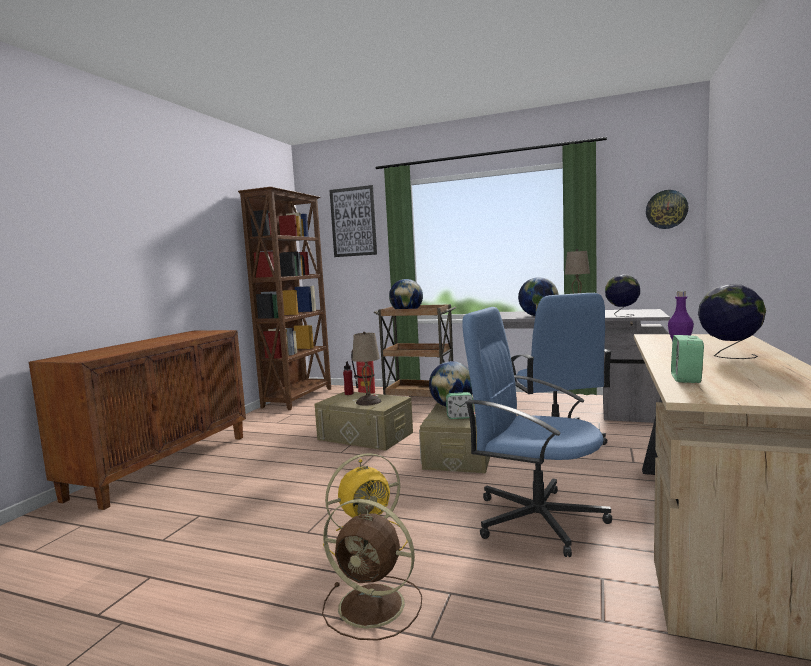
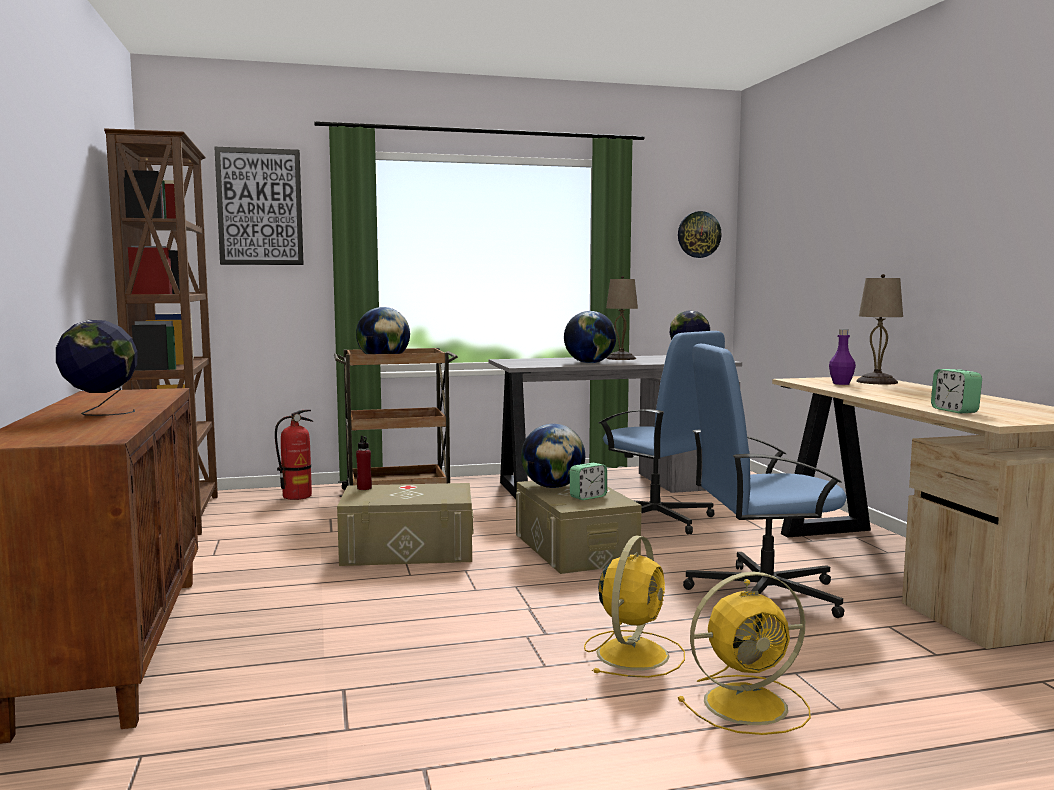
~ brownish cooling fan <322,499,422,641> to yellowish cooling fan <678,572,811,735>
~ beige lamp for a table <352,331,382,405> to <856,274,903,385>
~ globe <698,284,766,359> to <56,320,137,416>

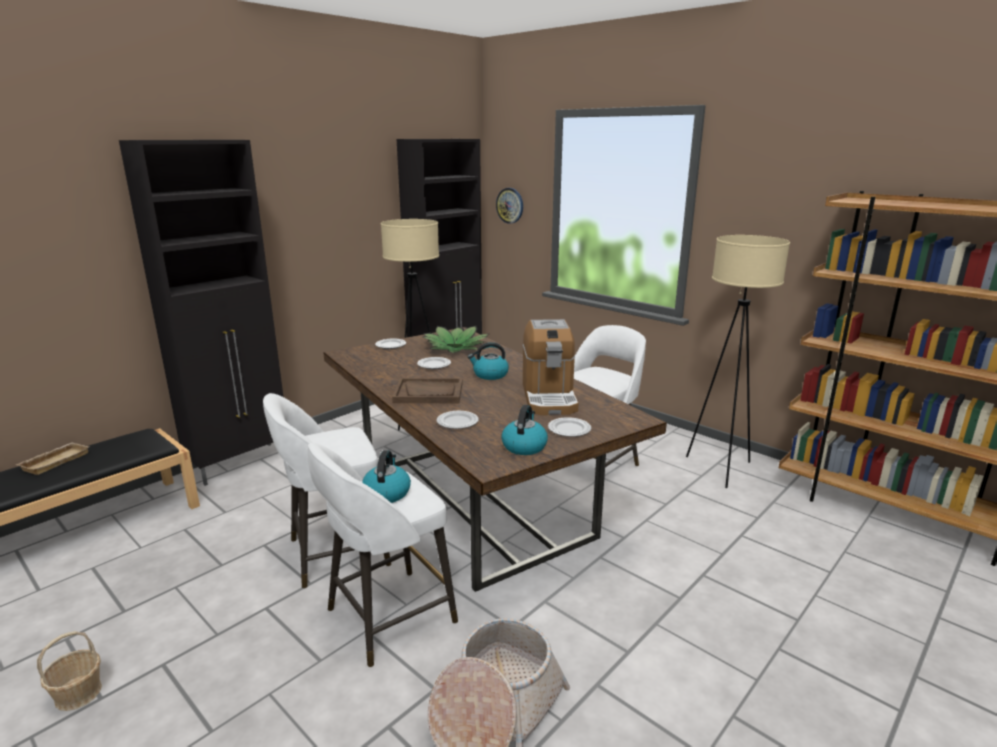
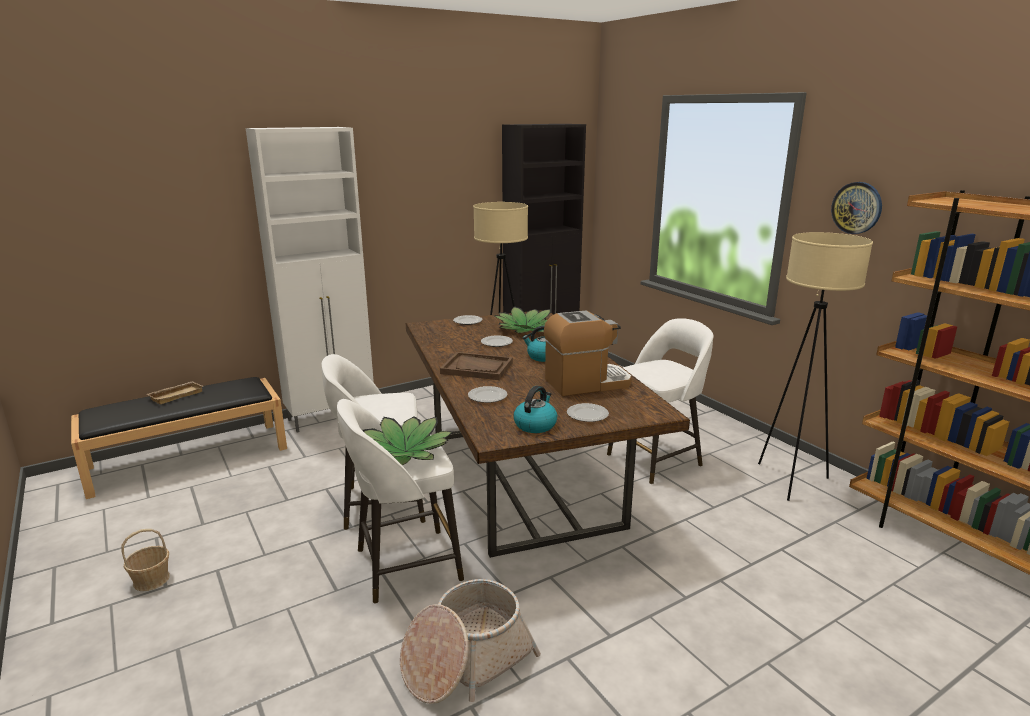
~ black-coloured cabinet <119,140,283,486> to white-coloured cabinet <246,127,374,433>
~ tea kettle <362,450,411,503> to potted plant <363,416,453,465>
~ wall clock <496,188,523,224> to <831,182,882,234>
~ coffee machine <523,319,579,415> = <544,310,632,396> 120 degrees counterclockwise

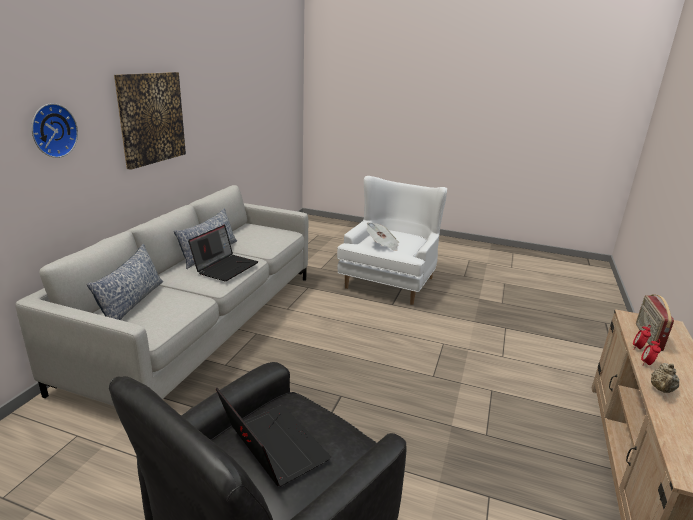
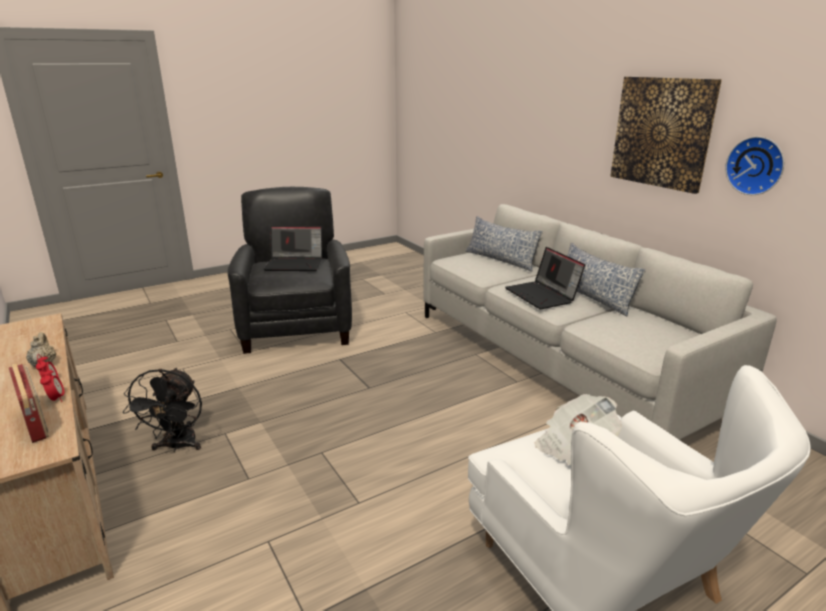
~ wall clock <32,103,78,158> to <725,136,784,195>
+ black-coloured cooling fan <123,368,202,452>

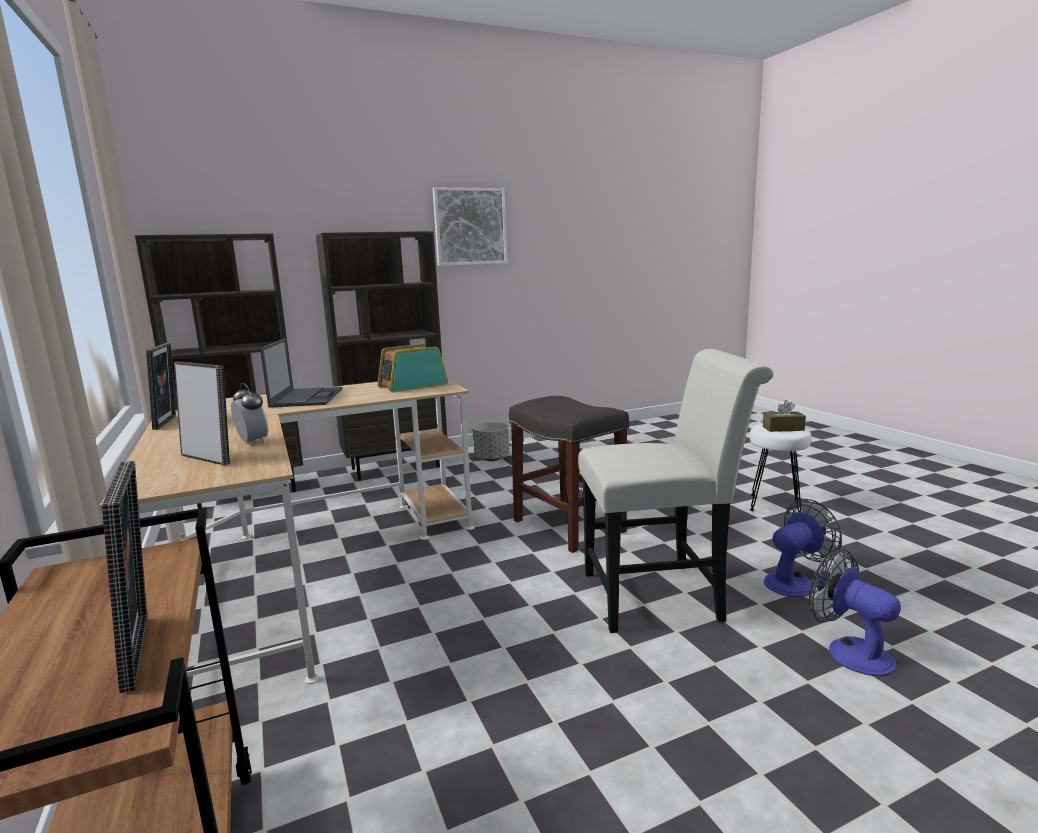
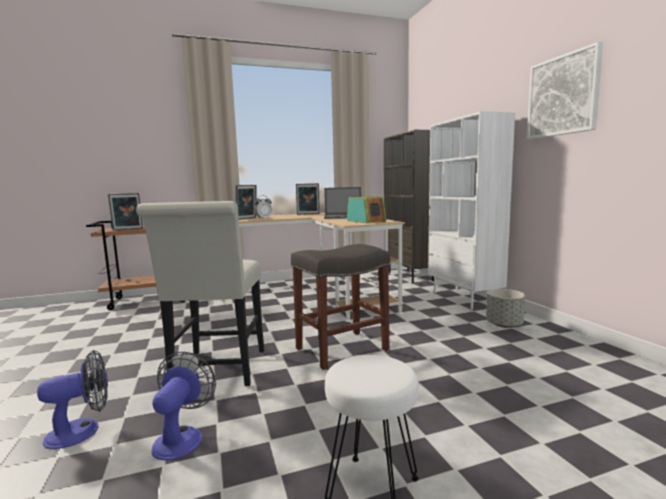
~ brownish bookshelf <316,231,447,481> to white-coloured bookshelf <428,111,515,310>
- brownish tissue holder <763,400,806,432>
~ cooling fan <764,499,842,597> = <151,352,216,461> 150 degrees counterclockwise

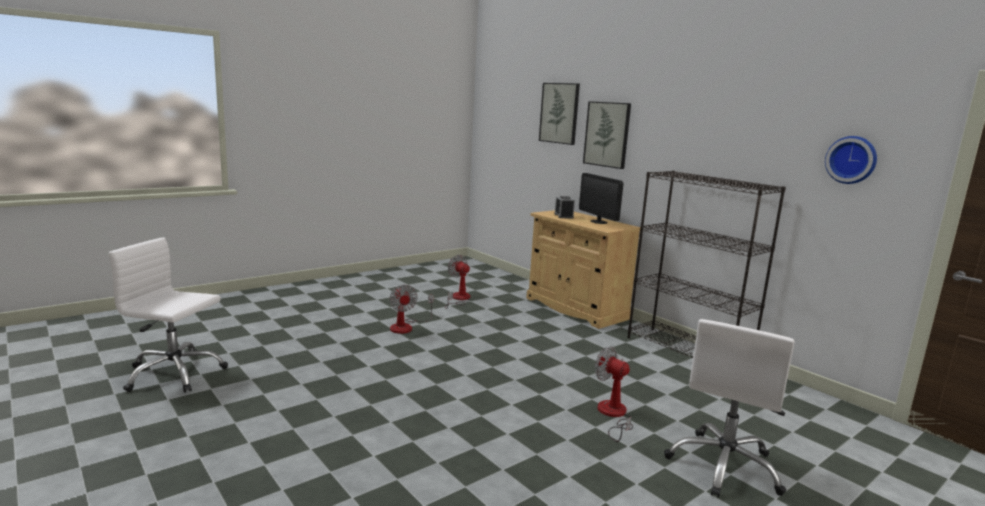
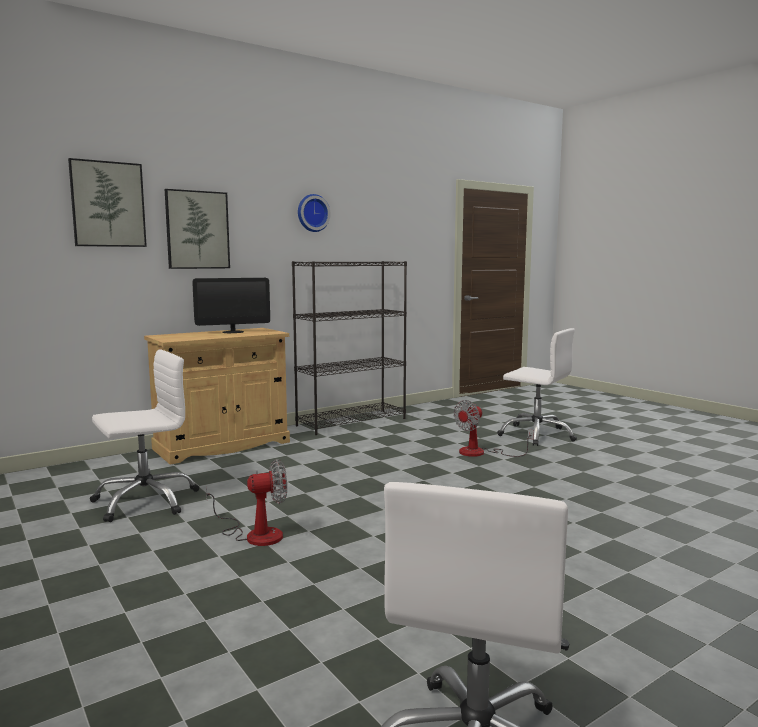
~ cooling fan <445,255,470,309> to white-coloured office chair <90,349,199,522>
- alarm clock <554,196,575,218>
~ wall clock <825,136,877,184> to <298,194,330,232>

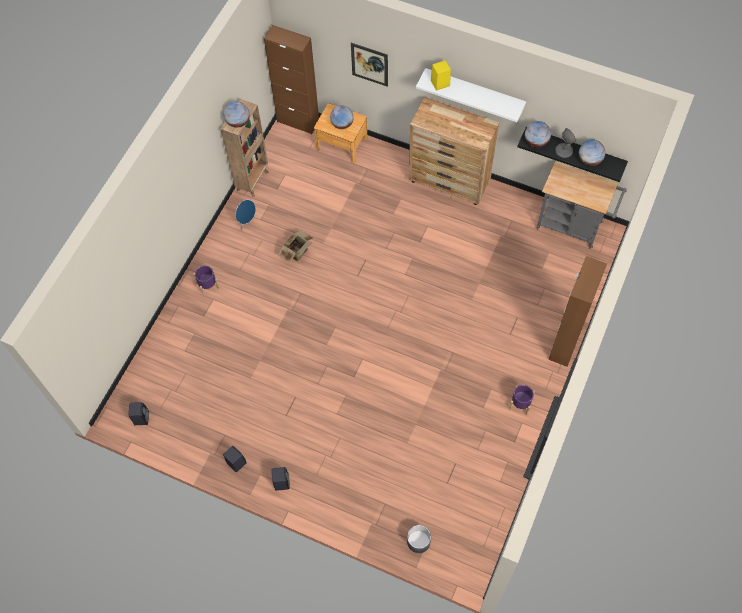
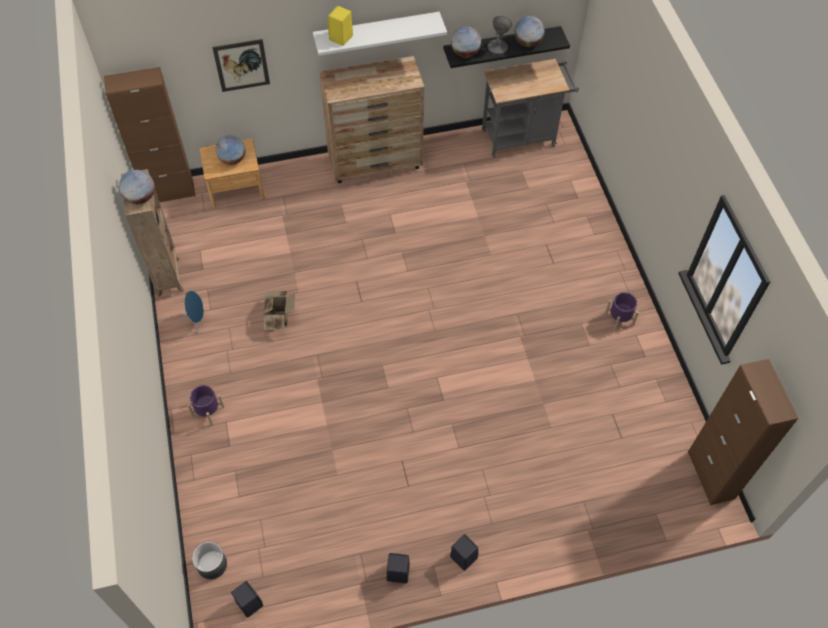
~ gray plant pot <407,525,431,553> to <192,542,227,580>
~ brownish cabinet <548,256,607,367> to <688,359,798,505>

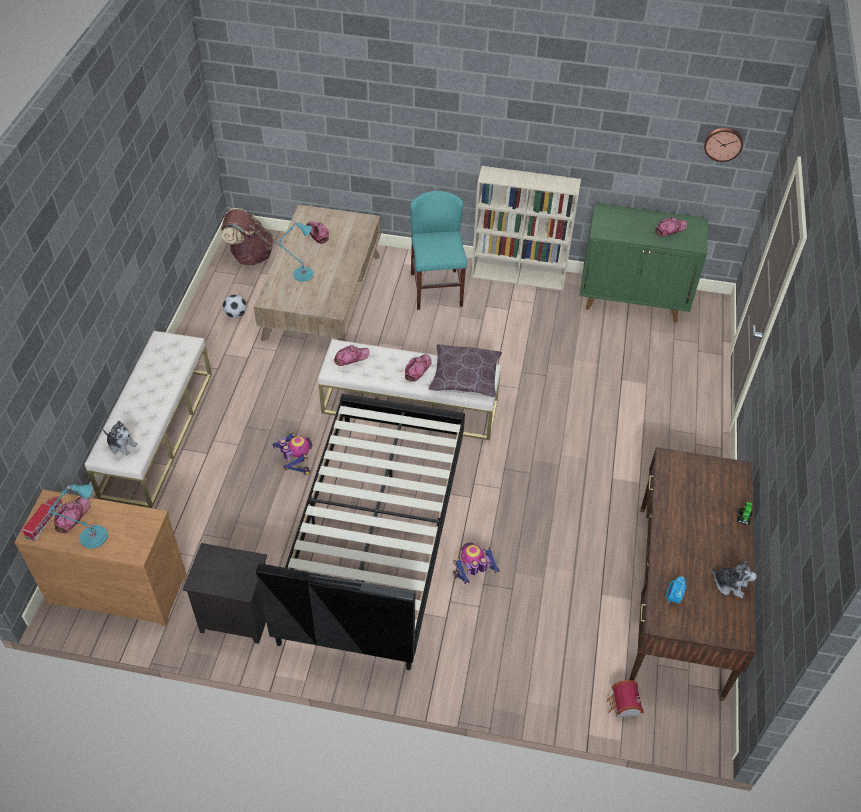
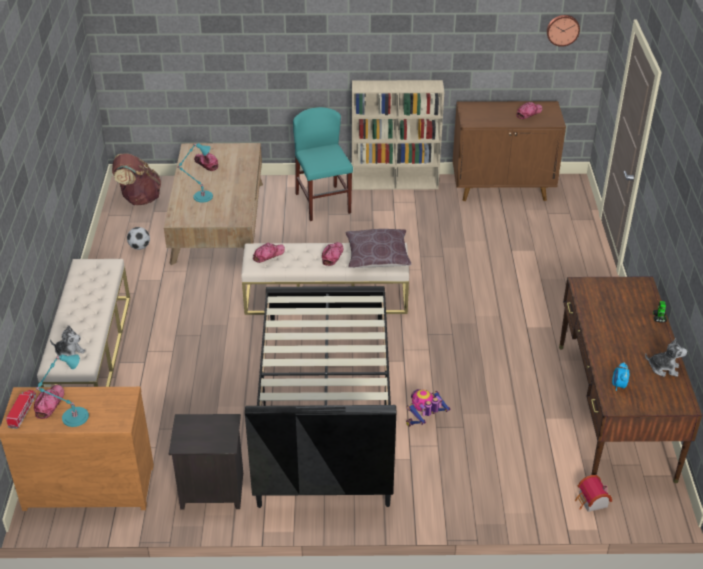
- model robot <272,432,312,475>
~ greenish cabinet <579,203,708,323> to brownish cabinet <453,101,566,201>

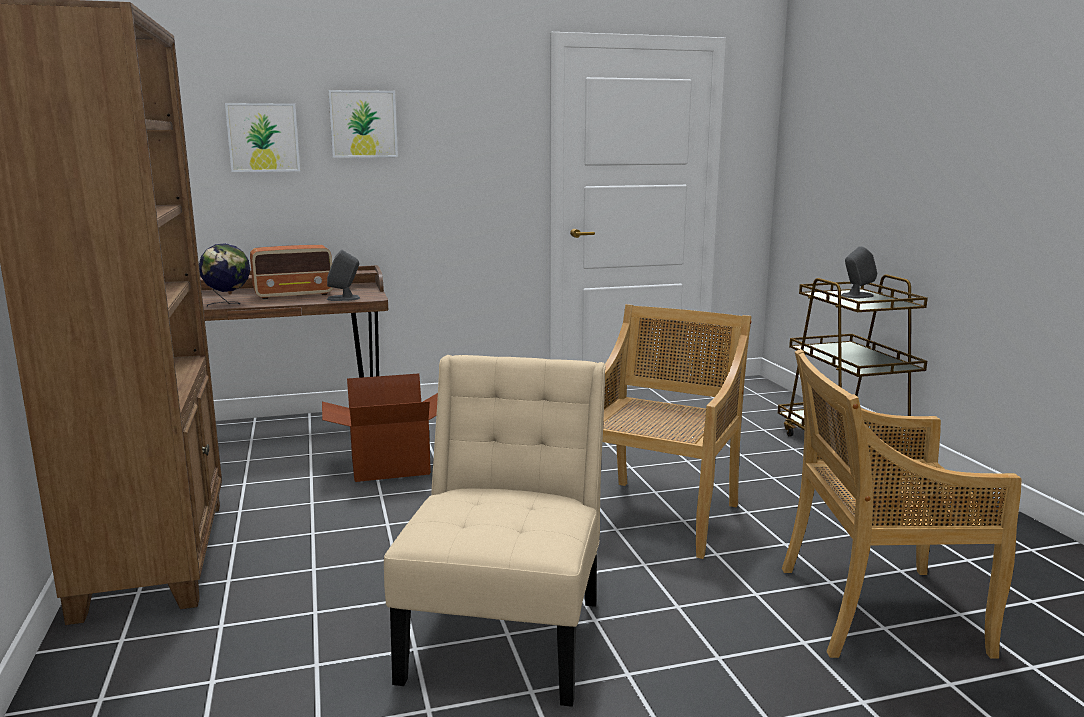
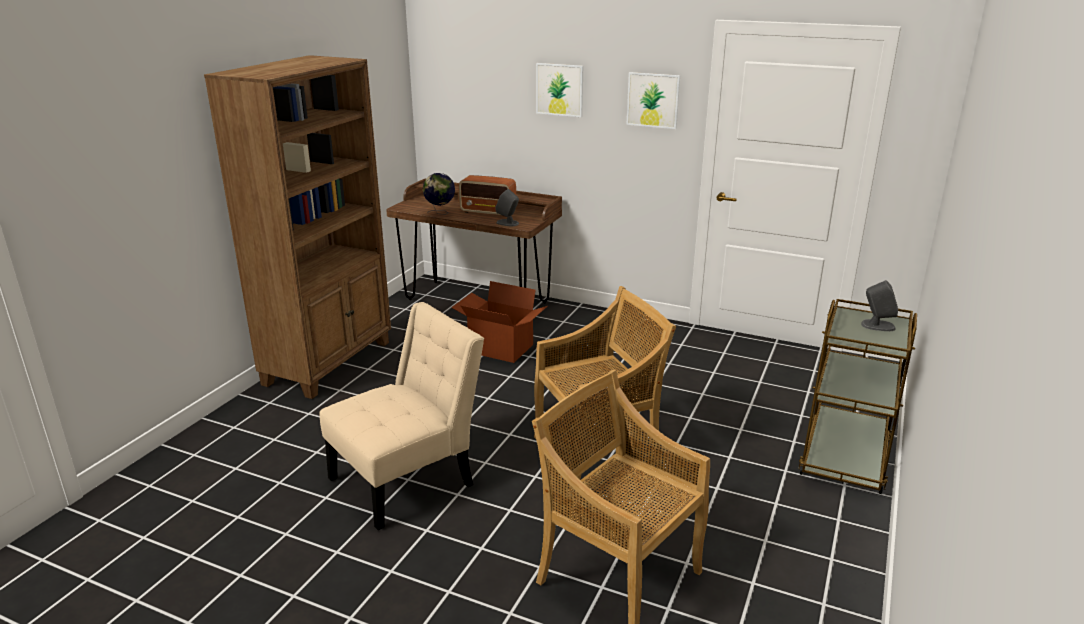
~ wall picture <225,103,300,172> to <627,72,680,129>

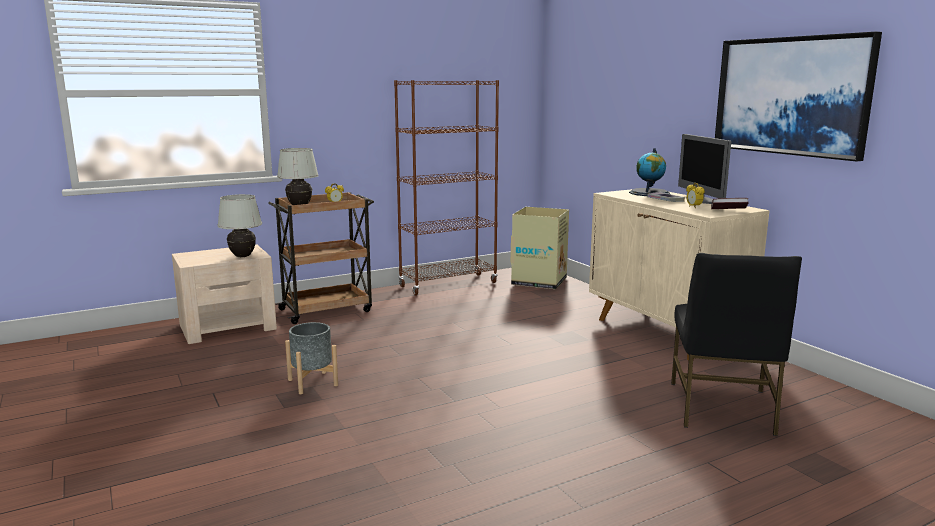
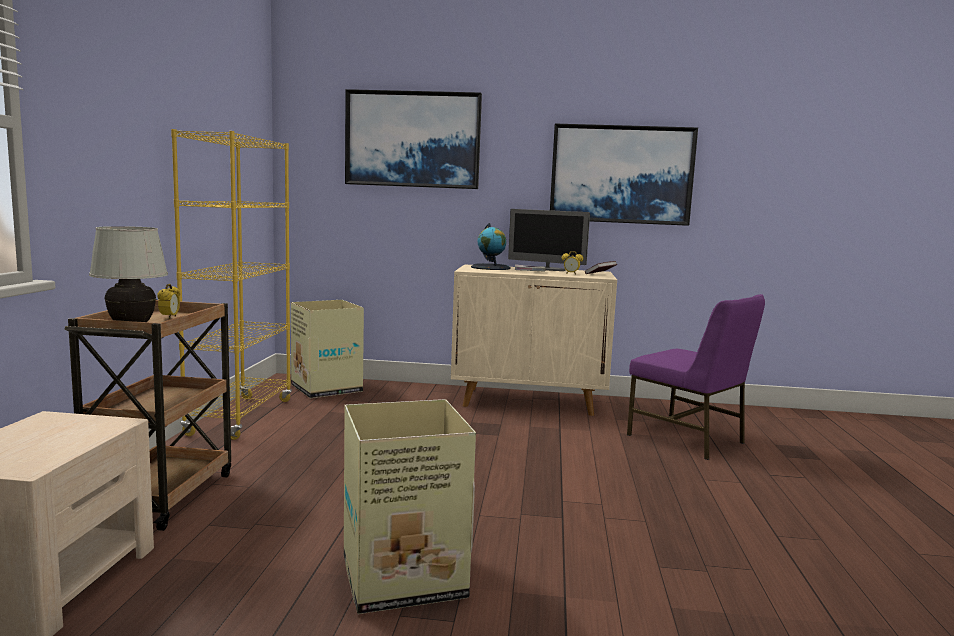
- white-coloured lamp for a table <218,194,262,257>
~ gray plant pot <285,322,338,394> to carton <344,399,476,614>
~ brownish bookshelf <394,80,499,296> to yellowish bookshelf <171,129,292,440>
~ black-coloured plain chair <671,253,802,436> to purplish plain chair <627,294,765,460>
+ wall picture <345,89,482,189>

